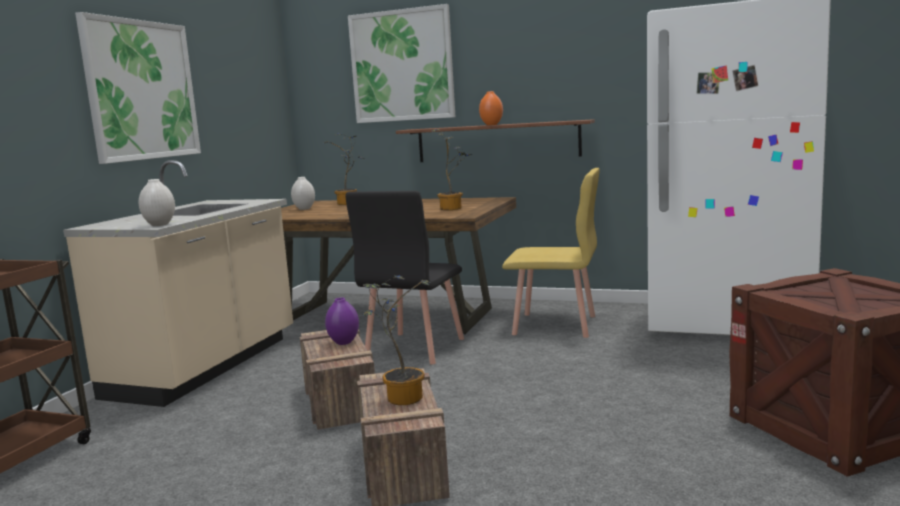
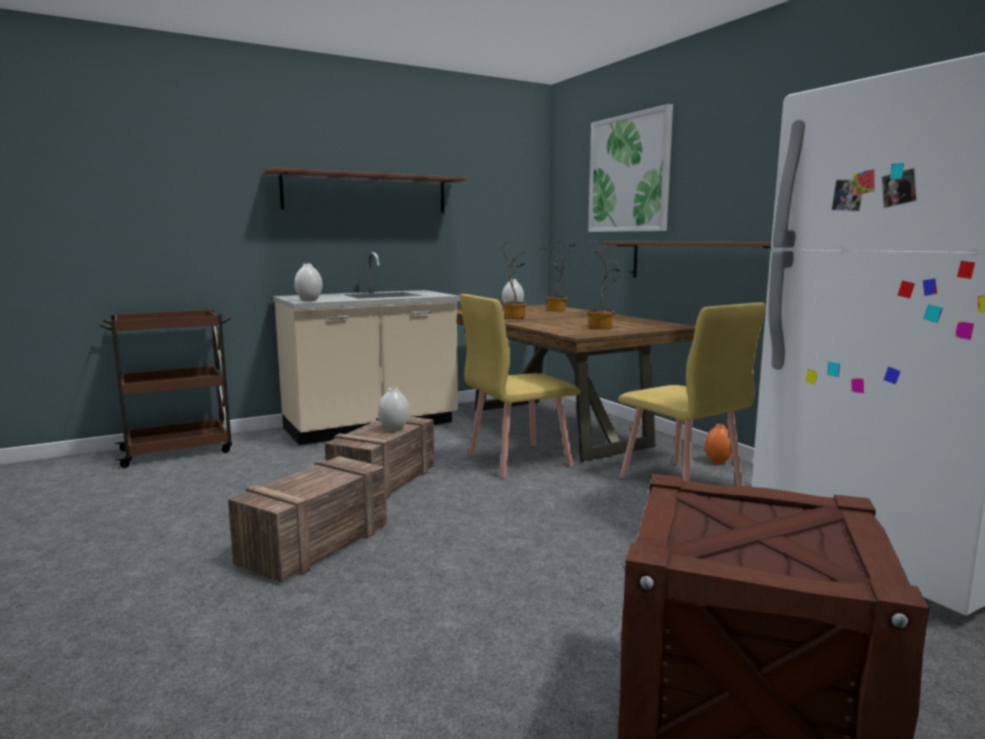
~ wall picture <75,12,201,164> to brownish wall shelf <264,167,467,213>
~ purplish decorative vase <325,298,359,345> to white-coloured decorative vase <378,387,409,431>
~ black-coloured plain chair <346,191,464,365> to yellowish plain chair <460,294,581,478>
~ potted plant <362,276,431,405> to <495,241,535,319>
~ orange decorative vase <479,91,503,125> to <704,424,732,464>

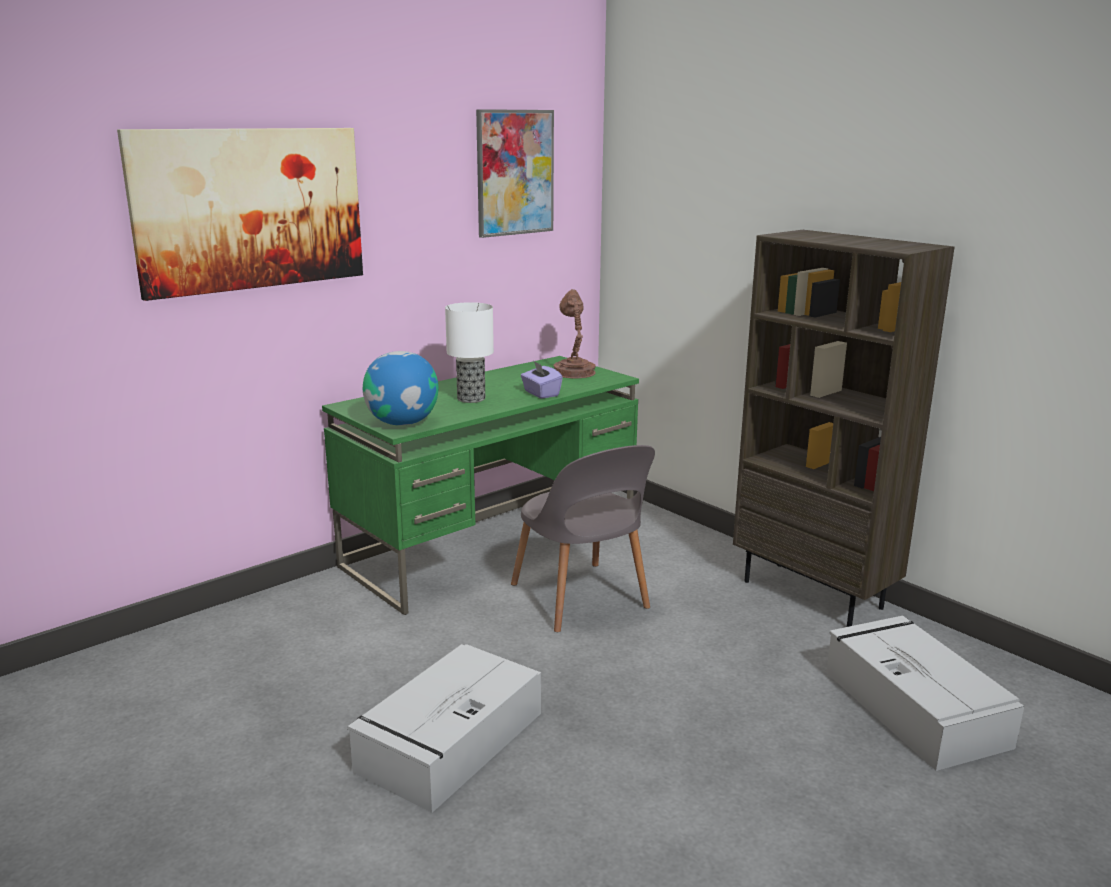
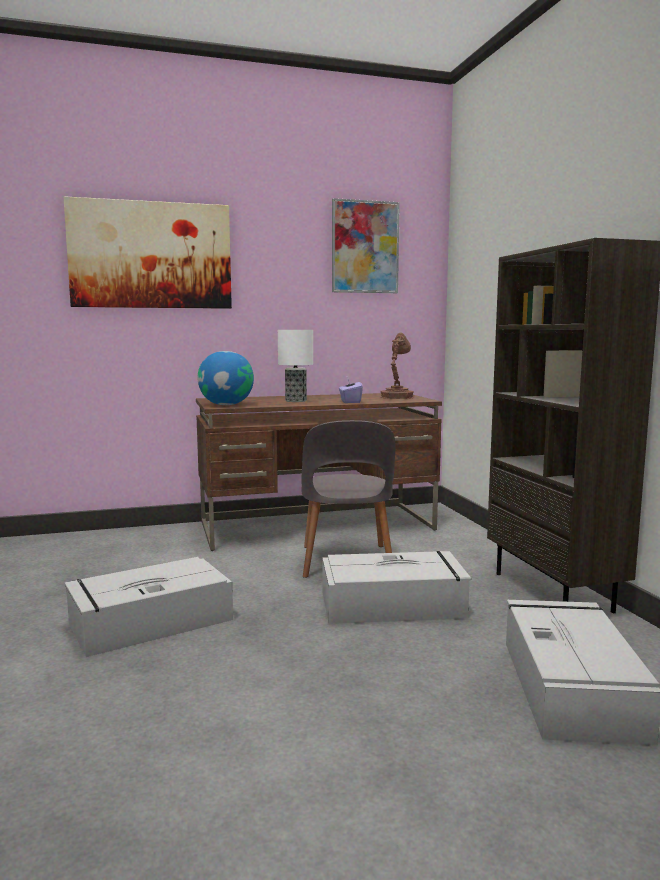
~ greenish desk unit <322,356,639,615> to brownish desk unit <196,393,442,551>
+ gray storage box <322,551,471,624>

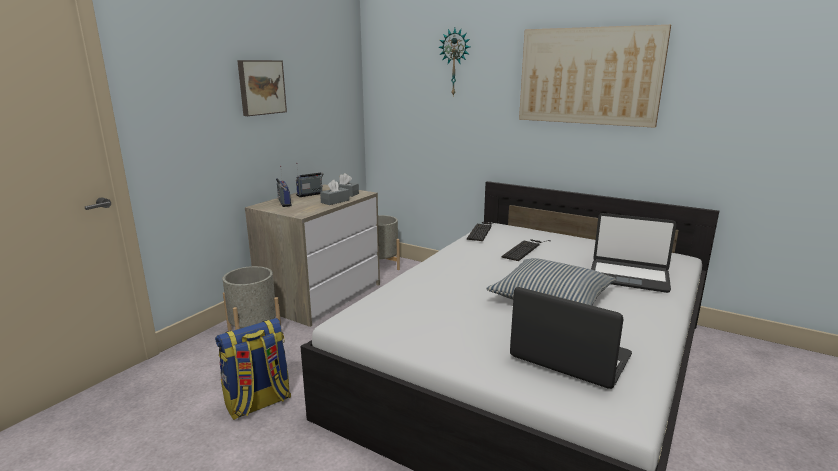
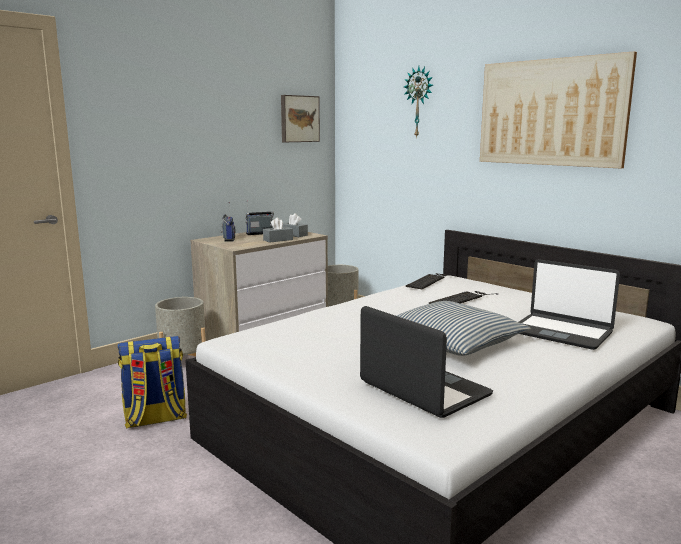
~ wall picture <237,60,287,116> to <281,95,320,142>

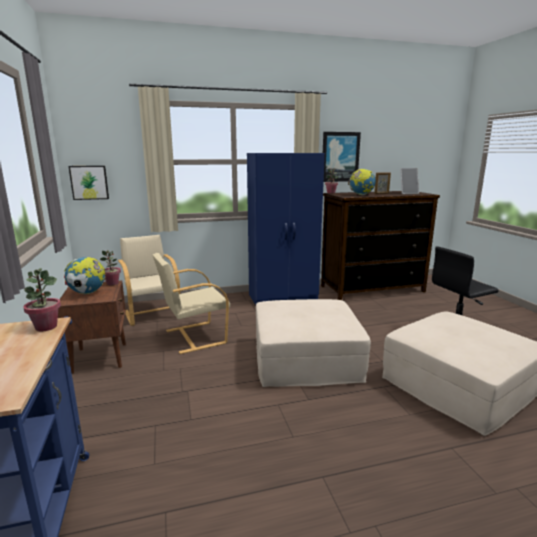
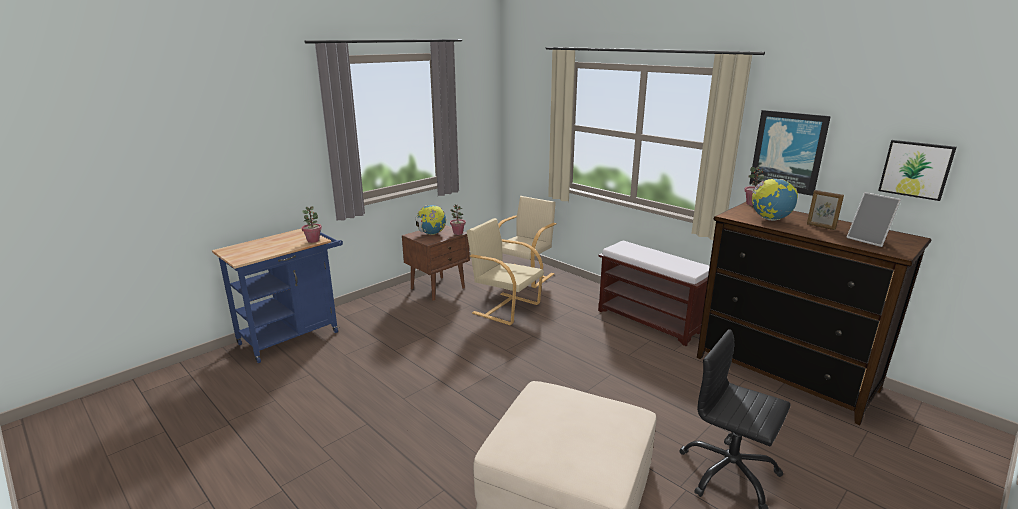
~ wall picture <69,166,109,200> to <878,140,957,201>
~ blue armoire <247,153,325,305> to brownish bench <598,241,709,346>
- beige pouffe <256,299,371,387>

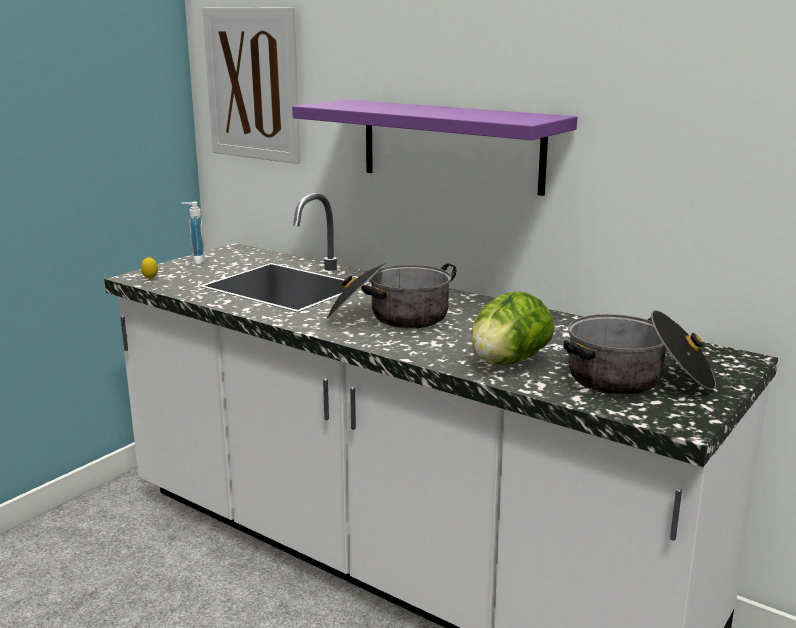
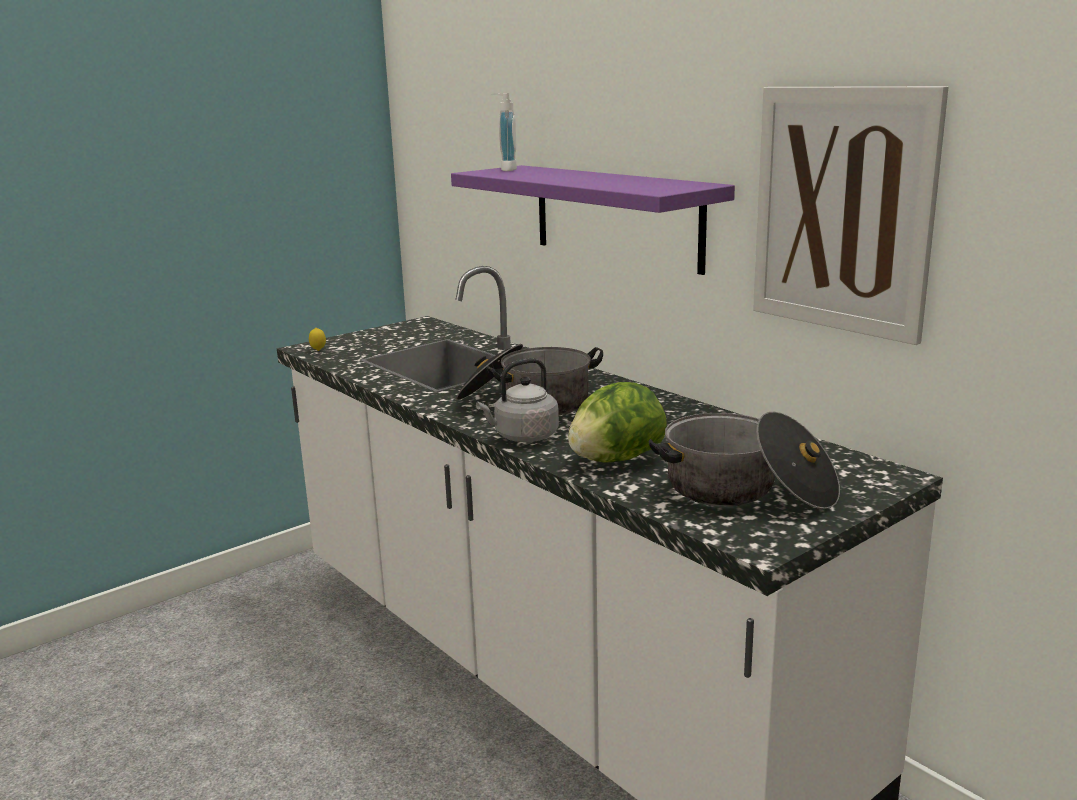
~ soap bottle <181,202,205,264> to <491,93,517,171>
~ wall picture <202,7,300,164> to <753,86,948,345>
+ gray tea kettle <476,358,559,442>

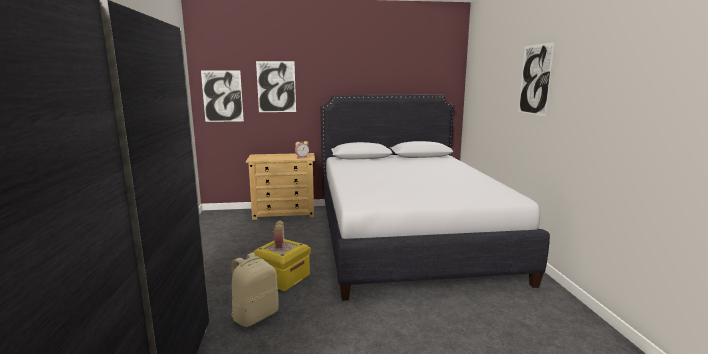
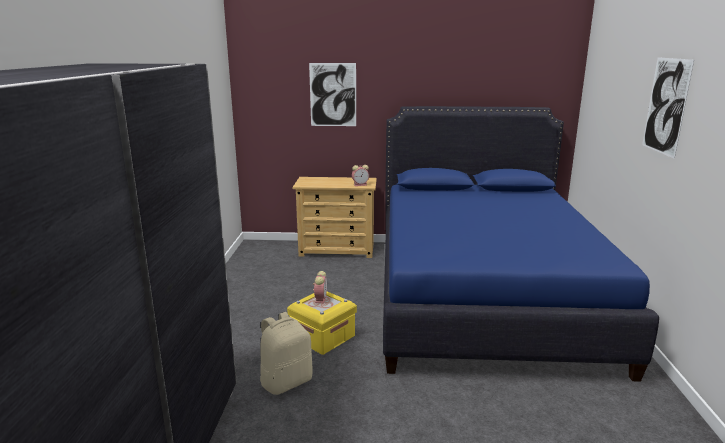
- wall picture <201,70,244,122>
~ white-coloured bedroom bed <320,95,550,301> to blue bedroom bed <383,106,659,382>

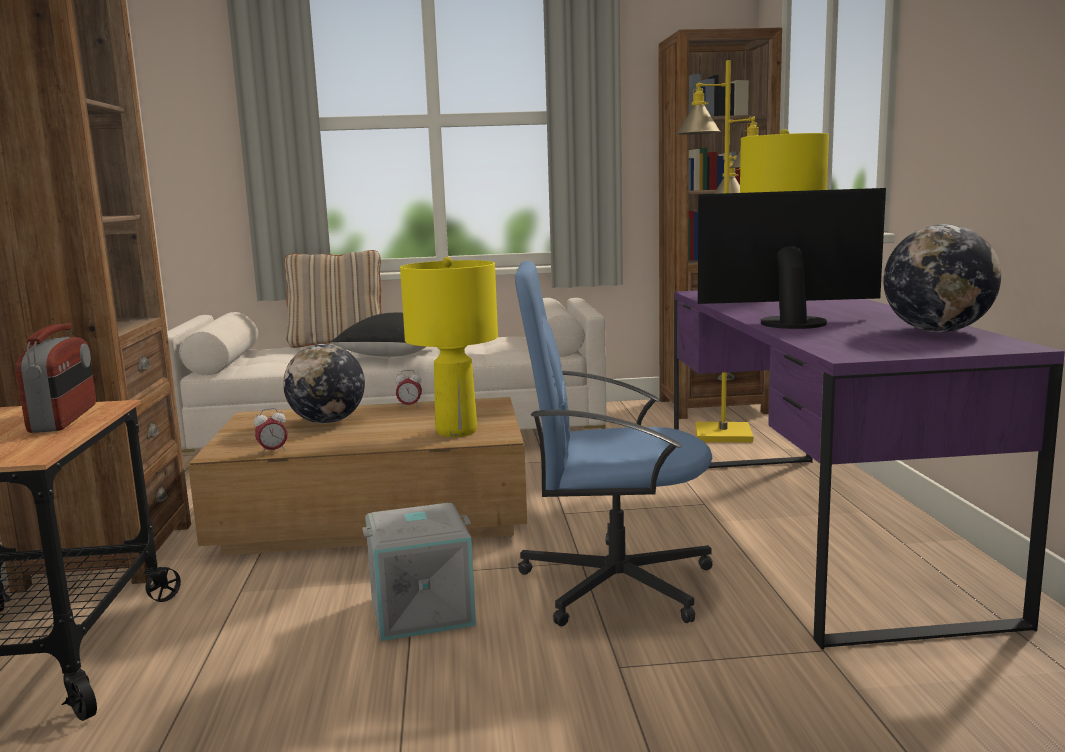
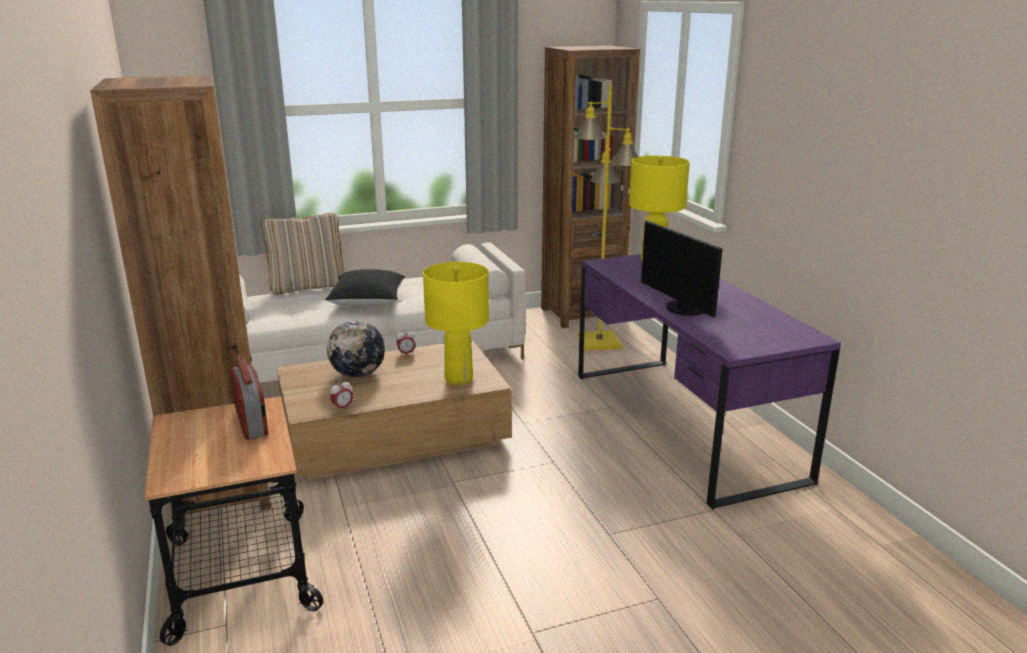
- gray storage box <362,503,476,641>
- blue office chair <515,261,713,626>
~ computer display <698,188,886,329> = <641,220,723,318> 105 degrees counterclockwise
- globe <883,224,1001,332>

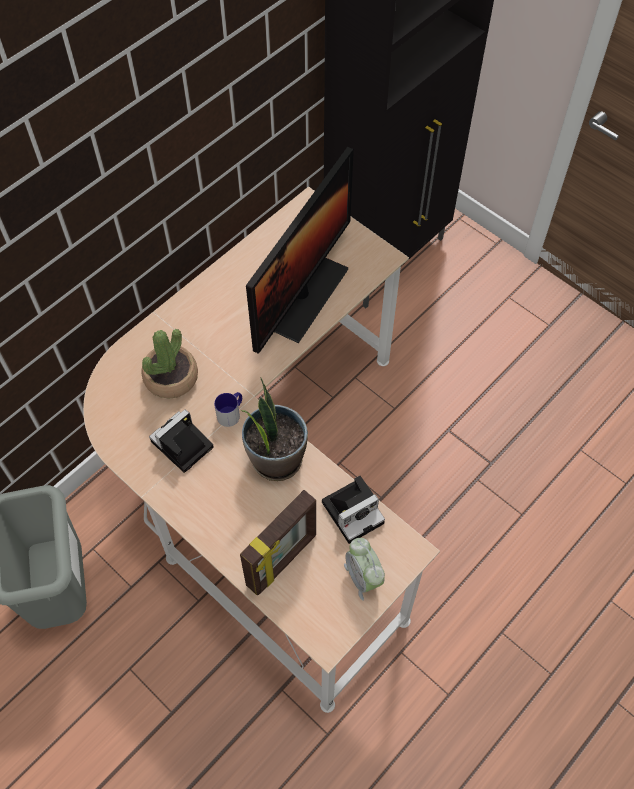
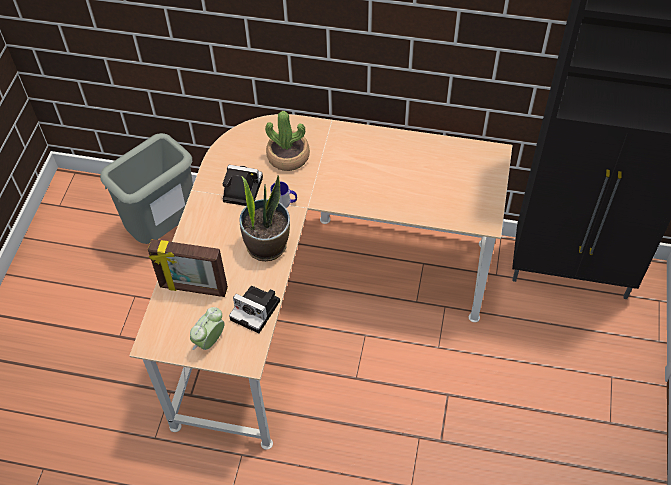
- computer display <246,147,354,354>

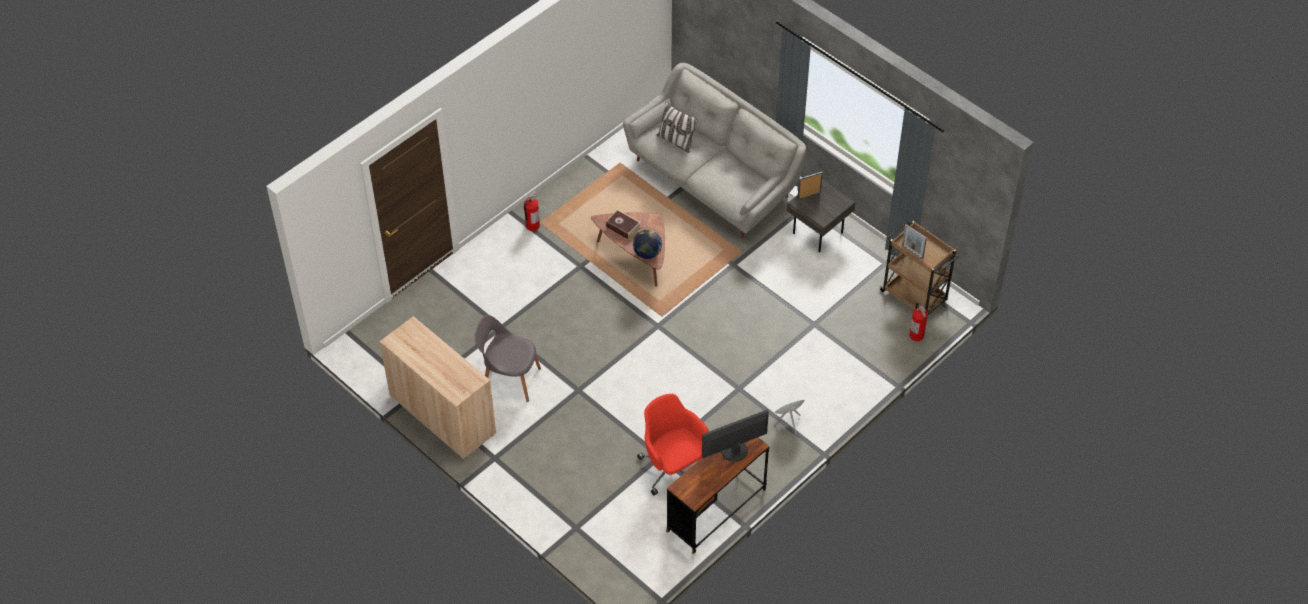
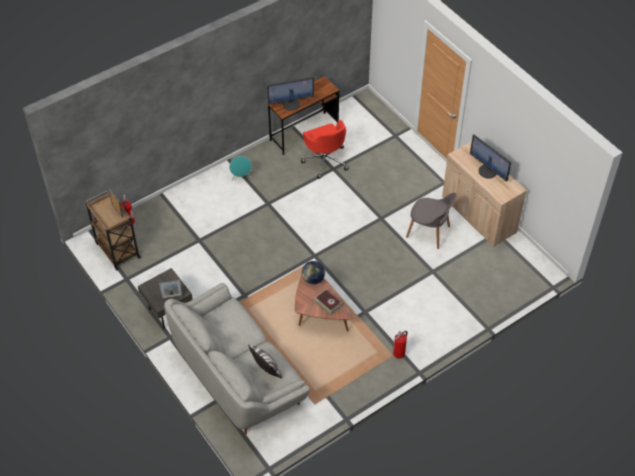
+ computer display <470,135,511,182>

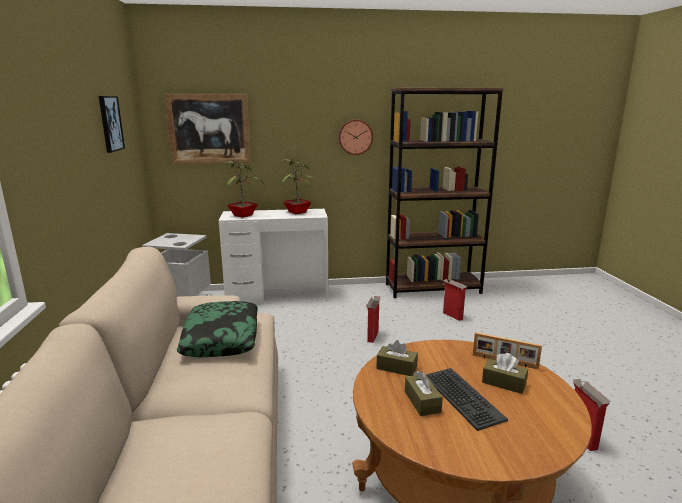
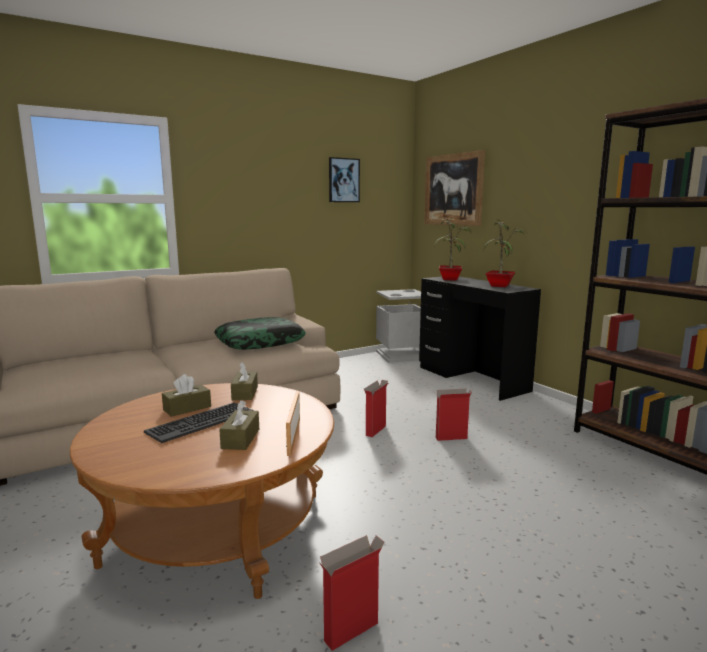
~ white-coloured desk unit <219,209,329,304> to black-coloured desk unit <419,277,541,401>
- wall clock <338,119,373,155>
~ carton <443,279,467,321> to <364,380,389,437>

